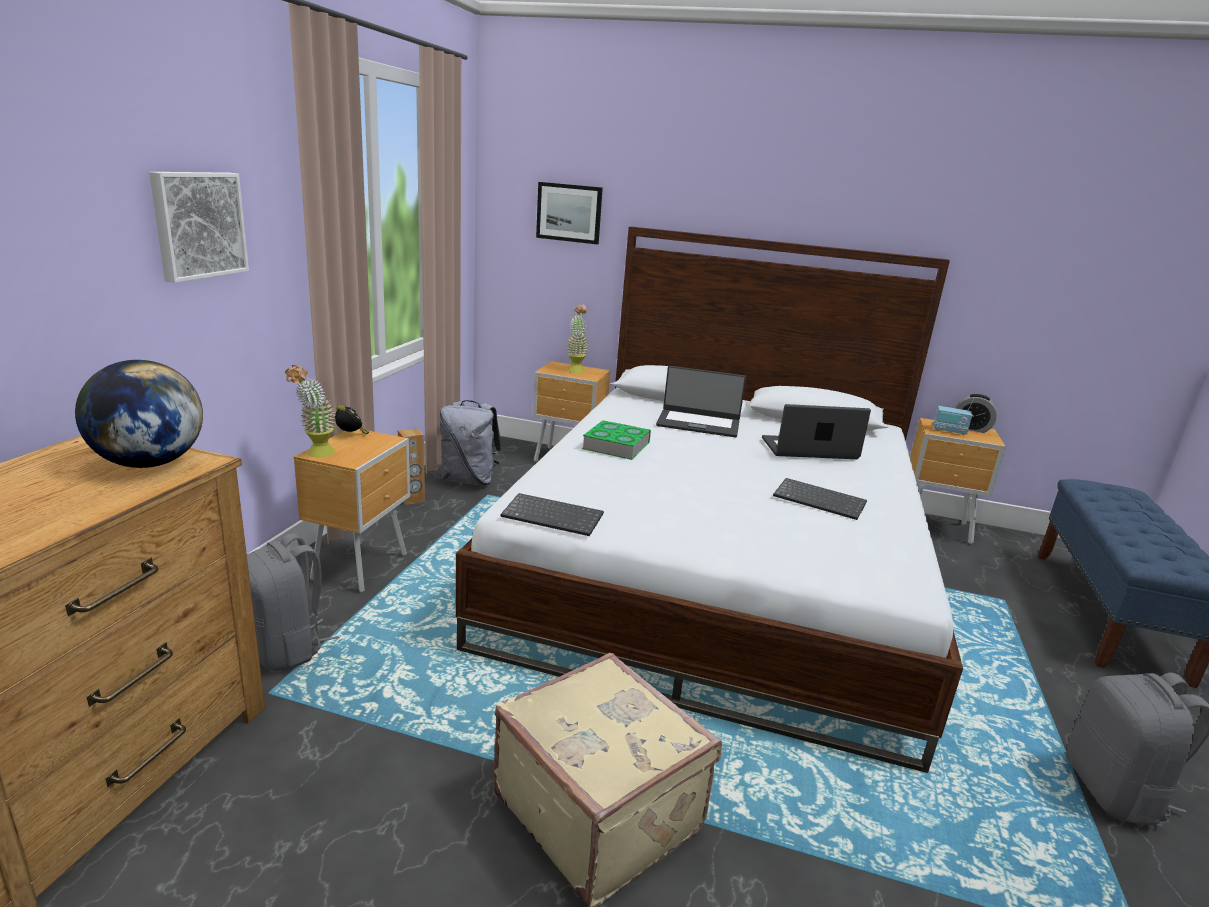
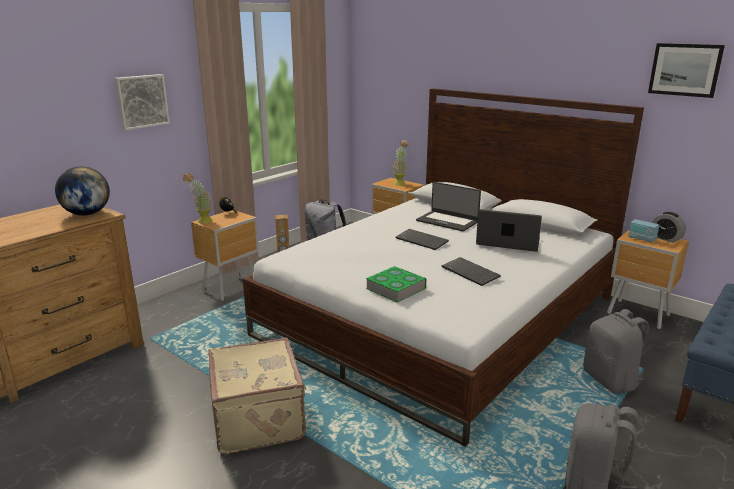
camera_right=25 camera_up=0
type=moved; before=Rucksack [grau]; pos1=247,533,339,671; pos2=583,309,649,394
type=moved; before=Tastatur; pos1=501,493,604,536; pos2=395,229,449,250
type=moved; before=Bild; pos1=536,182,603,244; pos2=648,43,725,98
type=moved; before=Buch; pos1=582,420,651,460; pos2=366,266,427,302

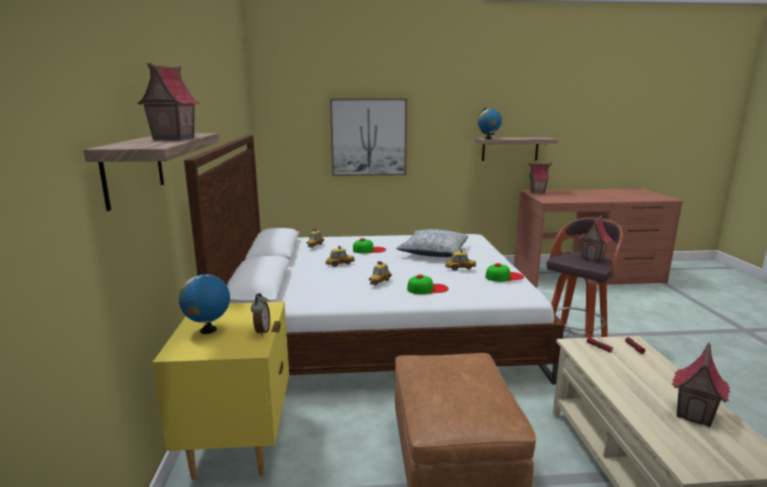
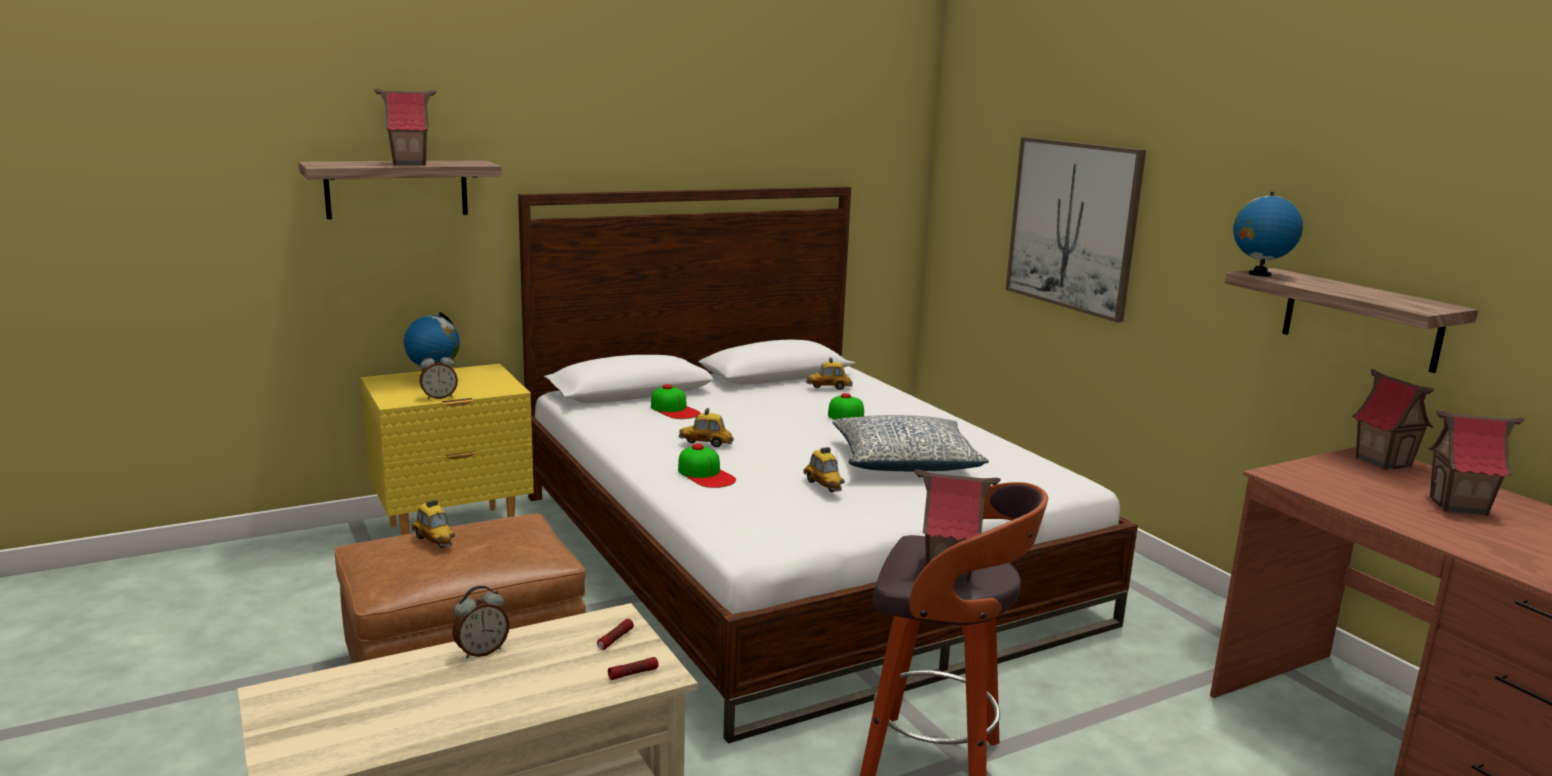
camera_right=65 camera_up=0
type=added; after=Wecker; pos2=452,586,510,659
type=moved; before=Spielzeugauto; pos1=325,246,355,267; pos2=411,499,455,548
type=moved; before=Kappe; pos1=485,263,524,282; pos2=651,384,700,419
type=moved; before=Spielzeughaus; pos1=672,342,731,427; pos2=1429,410,1524,516

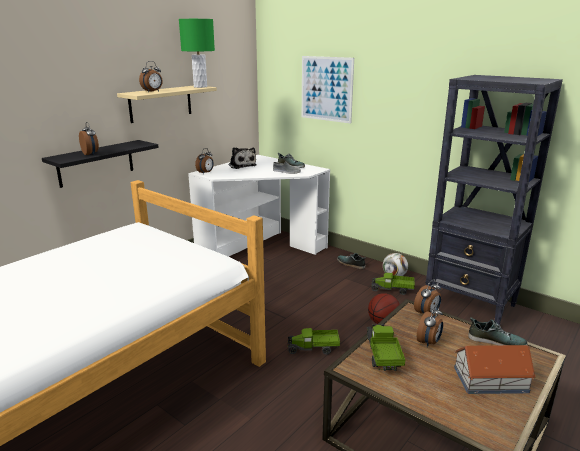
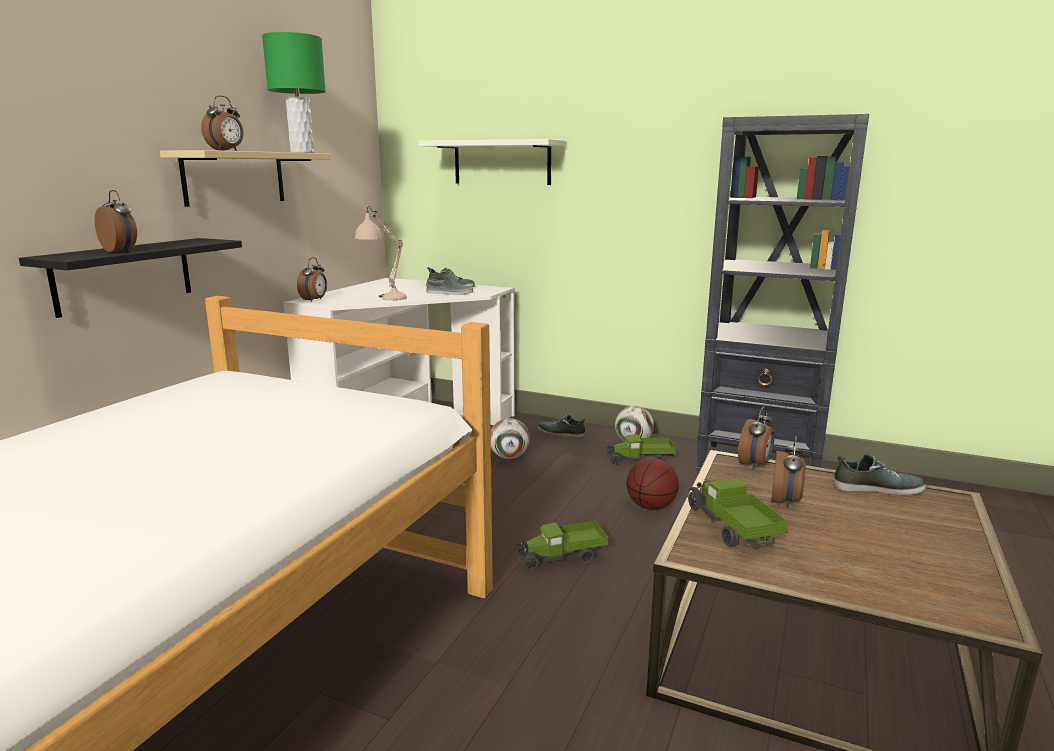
camera_right=-15 camera_up=-5
type=removed; before=Plüschtier; pos1=228,147,256,169
type=removed; before=Spielzeughaus; pos1=454,345,536,394
type=added; after=Tischlampe [beige]; pos2=355,206,407,301
type=added; after=Fußball; pos2=491,418,530,459
type=replaced; before=Bild; after=Wandregal [weiß]; pos1=302,56,354,124; pos2=419,139,566,185

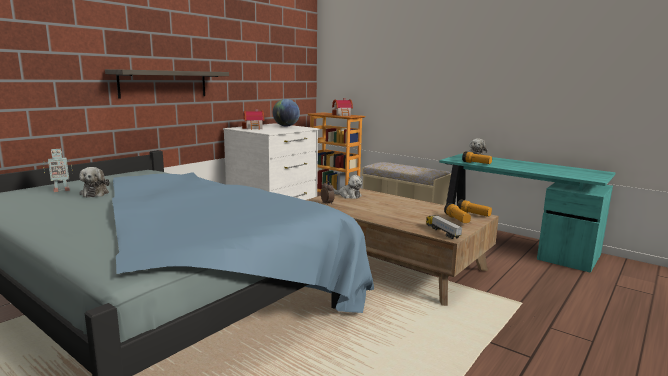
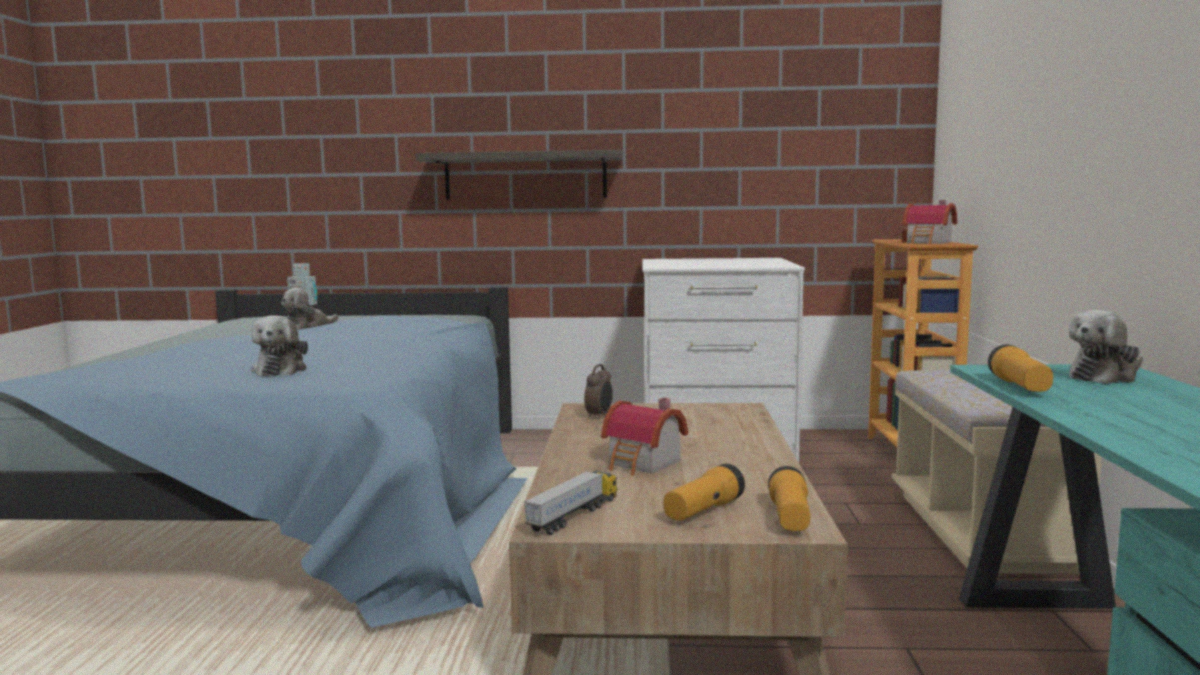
camera_right=55 camera_up=-5
type=removed; before=Globus; pos1=273,99,300,126
type=moved; before=Spielzeughaus; pos1=242,109,265,130; pos2=601,398,688,476
type=moved; before=Plüschtier; pos1=333,175,362,199; pos2=251,316,308,376

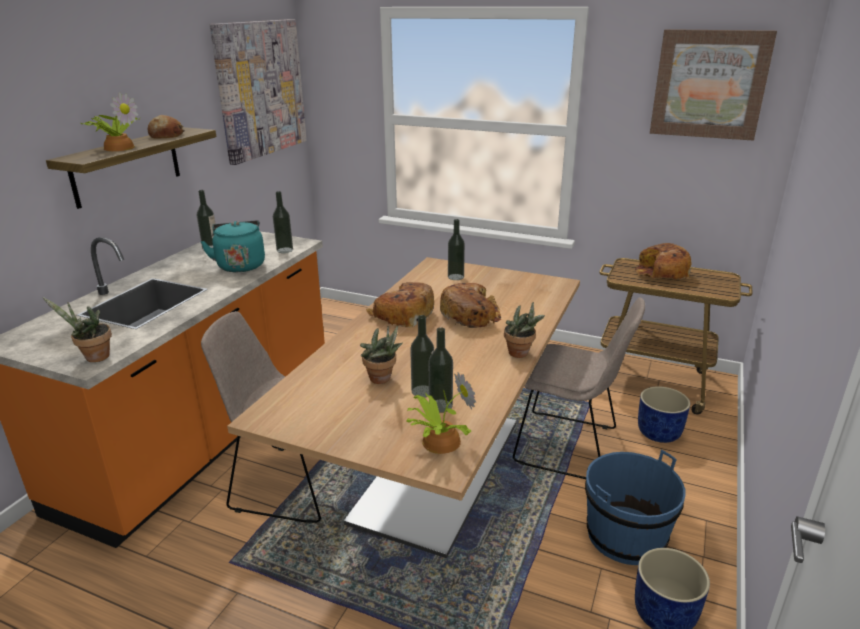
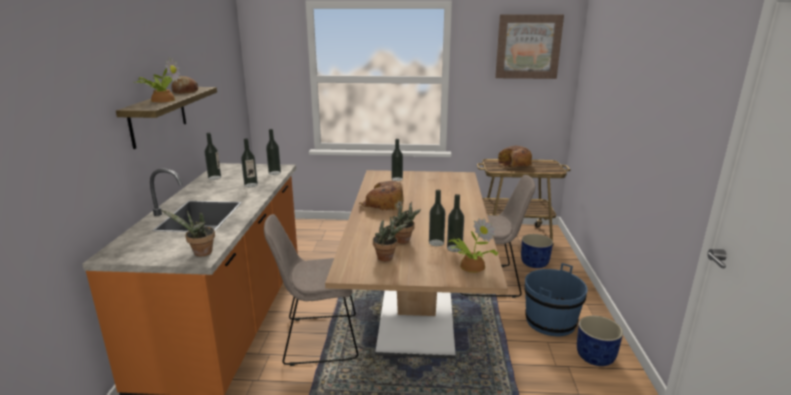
camera_right=-20 camera_up=-5
type=removed; before=Bild; pos1=210,19,307,165
type=removed; before=Brot; pos1=440,283,501,328
type=moved; before=Topfpflanze; pos1=504,302,545,358; pos2=373,217,407,261
type=replaced; before=Wasserkessel [türkis]; after=Flasche; pos1=200,220,265,272; pos2=241,138,258,187

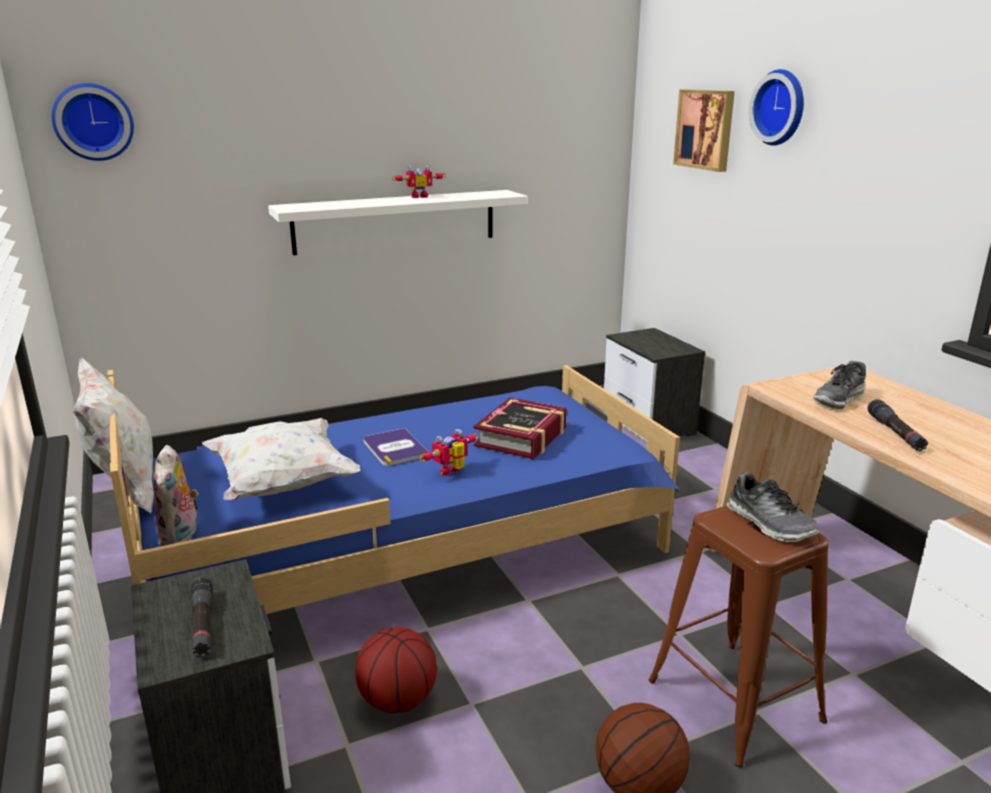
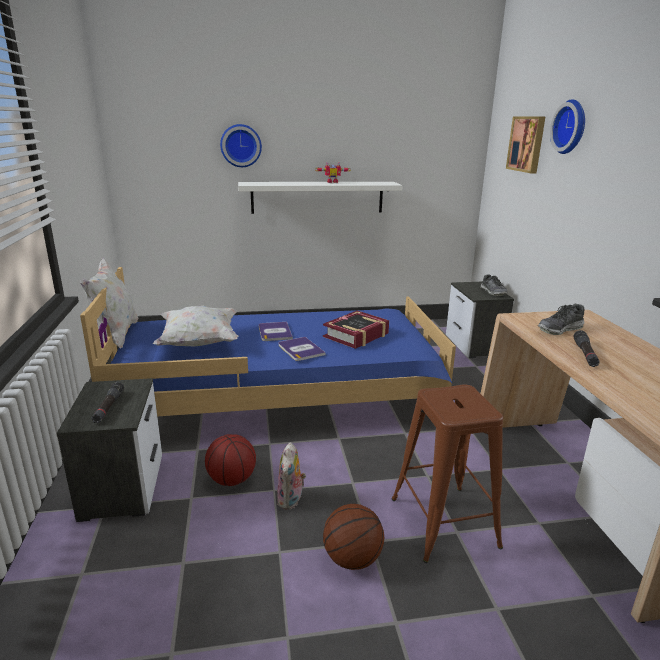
camera_right=15 camera_up=0
type=moved; before=Wanduhr; pos1=52,83,134,161; pos2=220,124,262,167
type=moved; before=Plüschtier; pos1=153,445,199,546; pos2=277,442,306,510
type=moved; before=Schuh; pos1=727,472,819,542; pos2=480,274,507,296
type=replaced; before=Spielzeugroboter; after=Buch; pos1=420,429,478,476; pos2=279,337,326,361

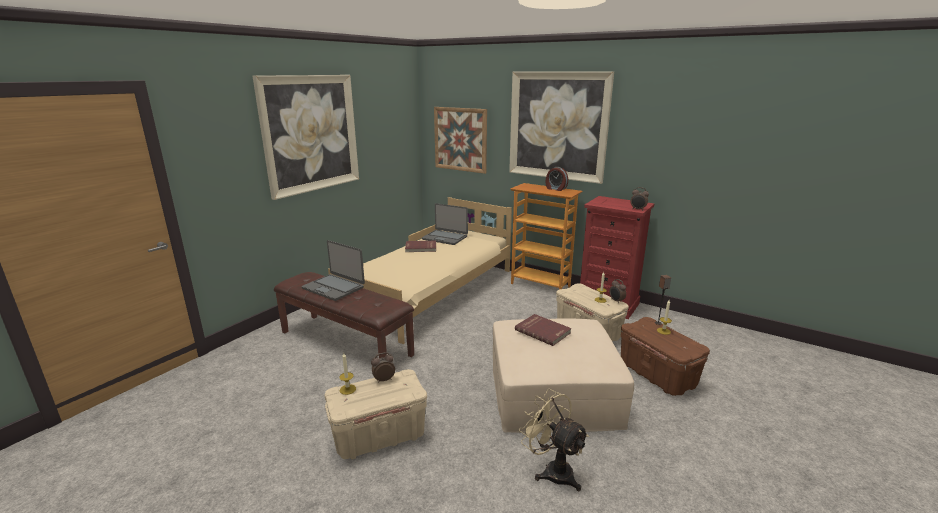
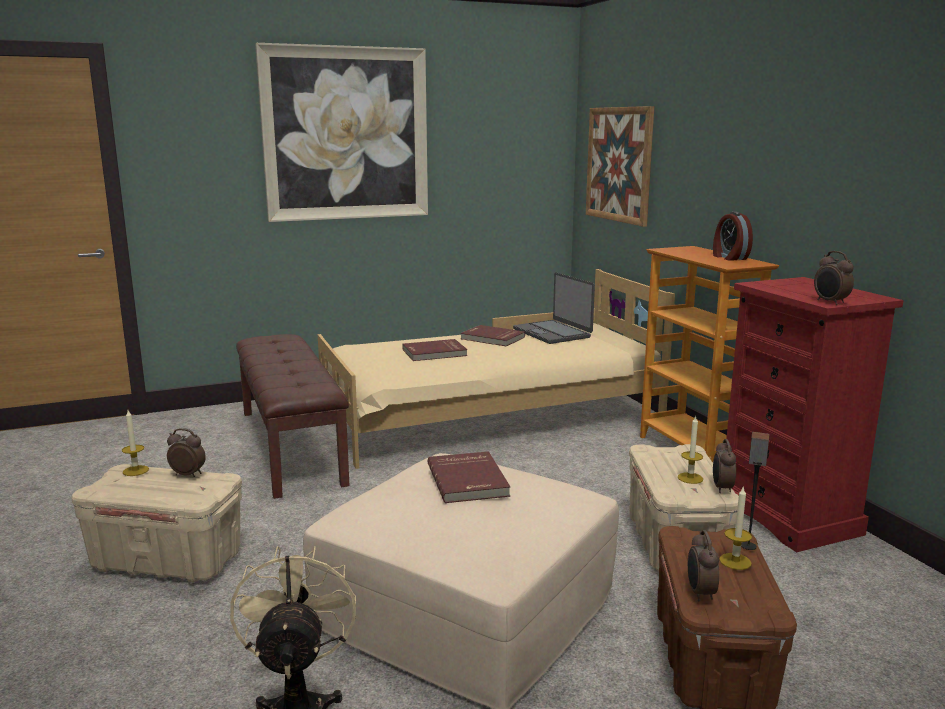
camera_right=35 camera_up=-5
type=removed; before=Laptop; pos1=302,240,365,301
type=removed; before=Bild; pos1=509,72,614,184
type=added; after=Buch [rot]; pos2=402,339,468,361
type=added; after=Wecker; pos2=688,530,719,601

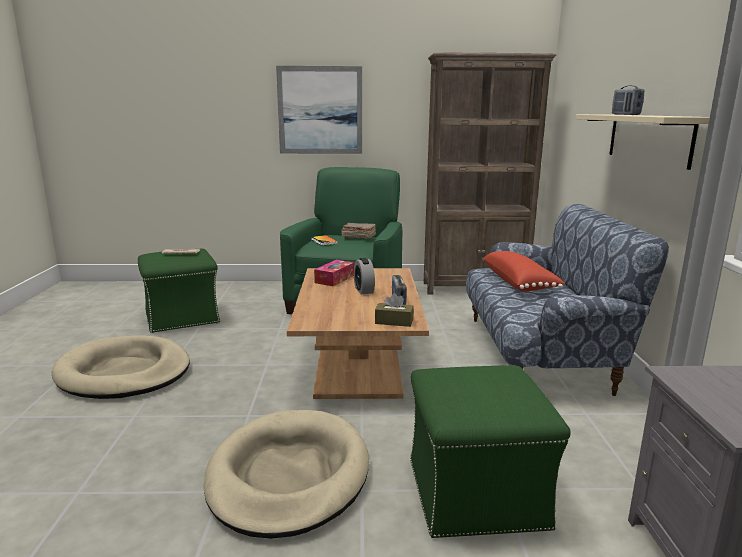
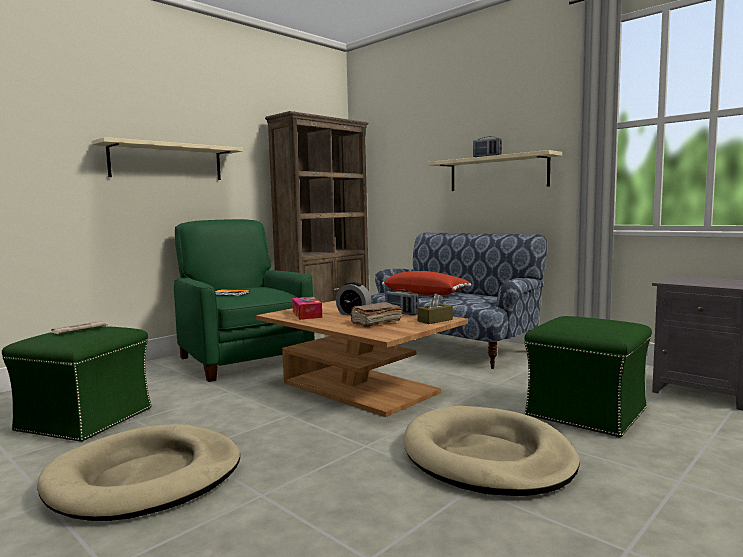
camera_right=-45 camera_up=-10
type=moved; before=Buch [braun]; pos1=341,223,376,239; pos2=350,302,402,327
type=replaced; before=Bild; after=Wandregal [beige]; pos1=276,66,362,154; pos2=92,137,243,180

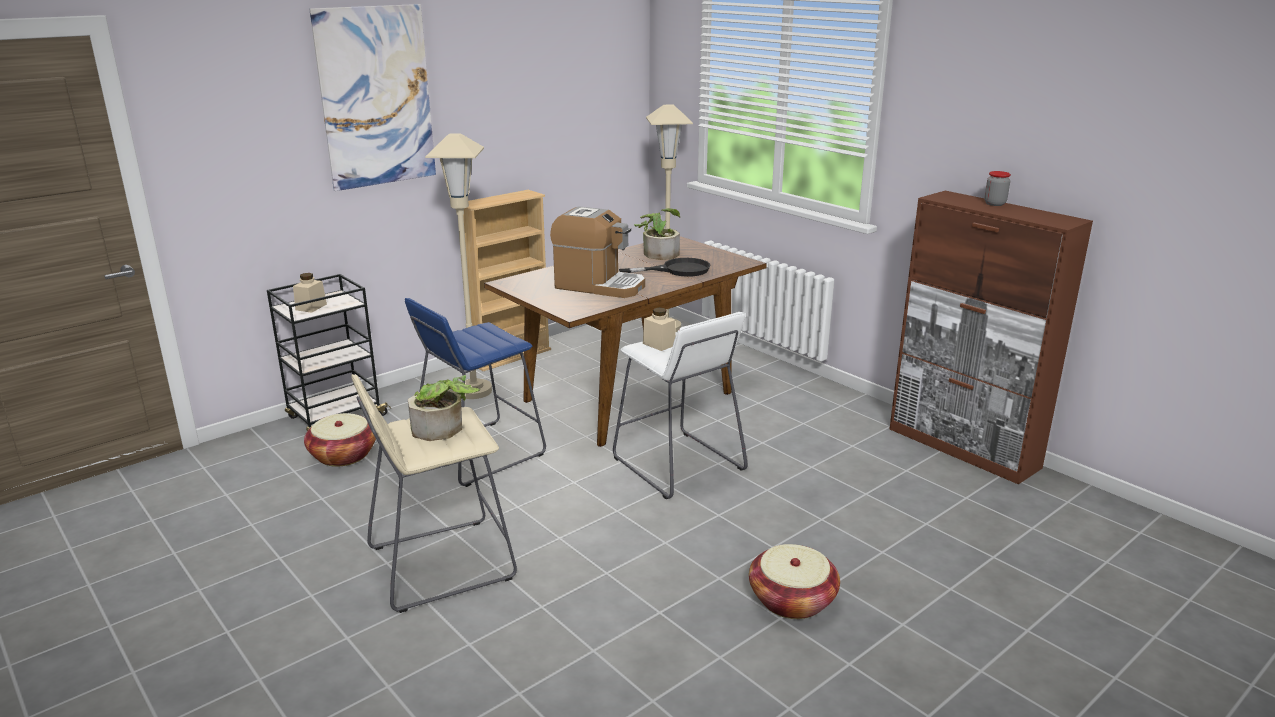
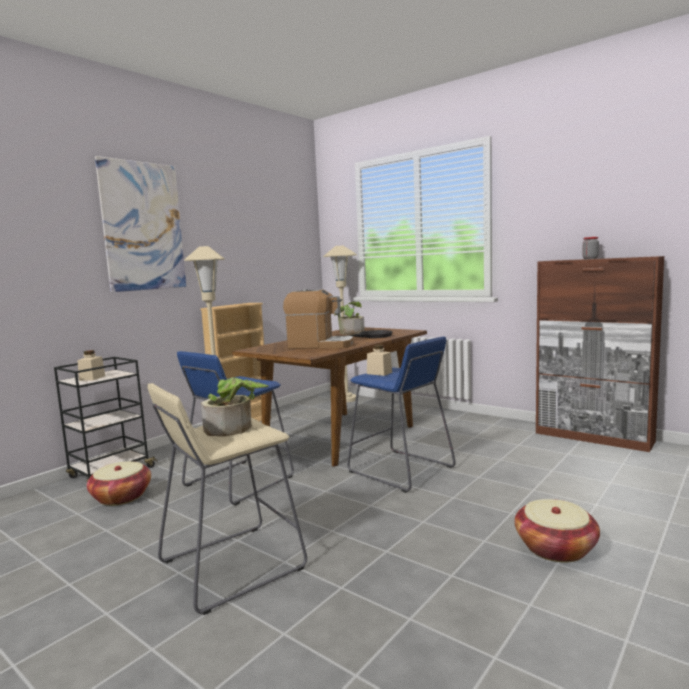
camera_right=-10 camera_up=-15
type=recoloured; before=Hocker [weiß]; after=Hocker [blau]; pos1=613,312,748,499; pos2=347,337,456,493

